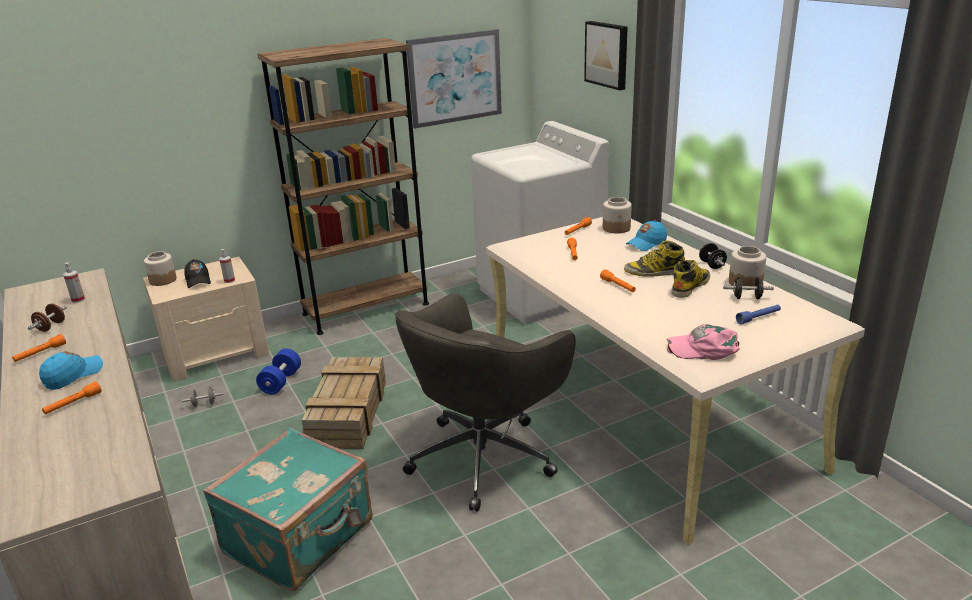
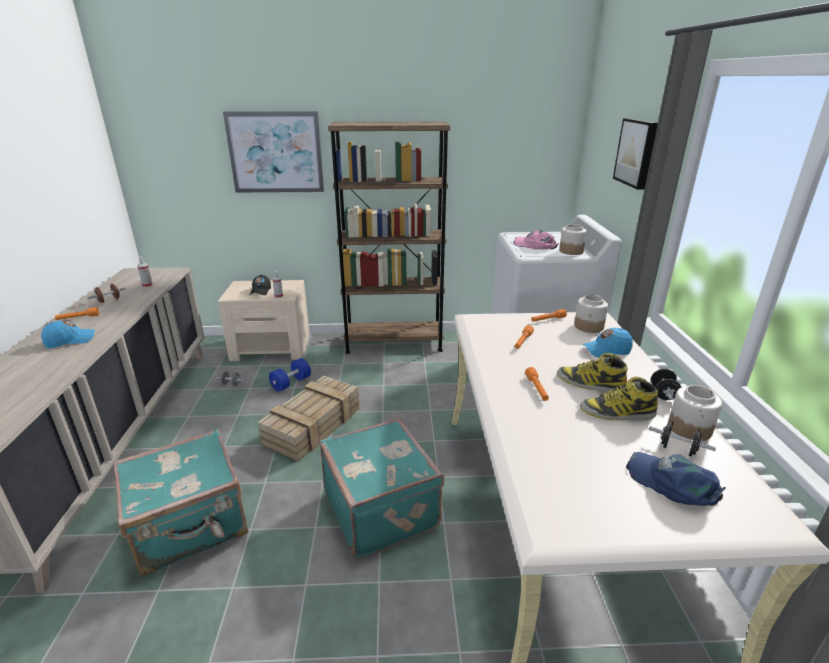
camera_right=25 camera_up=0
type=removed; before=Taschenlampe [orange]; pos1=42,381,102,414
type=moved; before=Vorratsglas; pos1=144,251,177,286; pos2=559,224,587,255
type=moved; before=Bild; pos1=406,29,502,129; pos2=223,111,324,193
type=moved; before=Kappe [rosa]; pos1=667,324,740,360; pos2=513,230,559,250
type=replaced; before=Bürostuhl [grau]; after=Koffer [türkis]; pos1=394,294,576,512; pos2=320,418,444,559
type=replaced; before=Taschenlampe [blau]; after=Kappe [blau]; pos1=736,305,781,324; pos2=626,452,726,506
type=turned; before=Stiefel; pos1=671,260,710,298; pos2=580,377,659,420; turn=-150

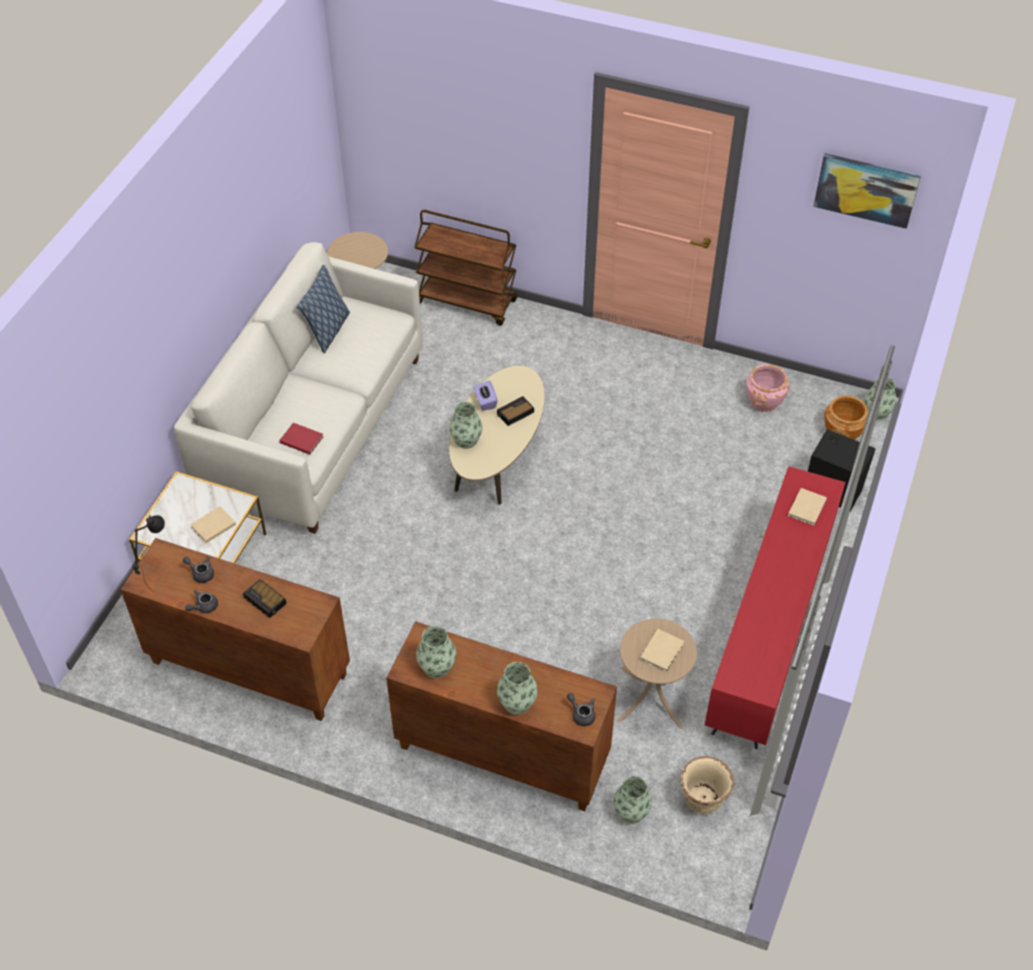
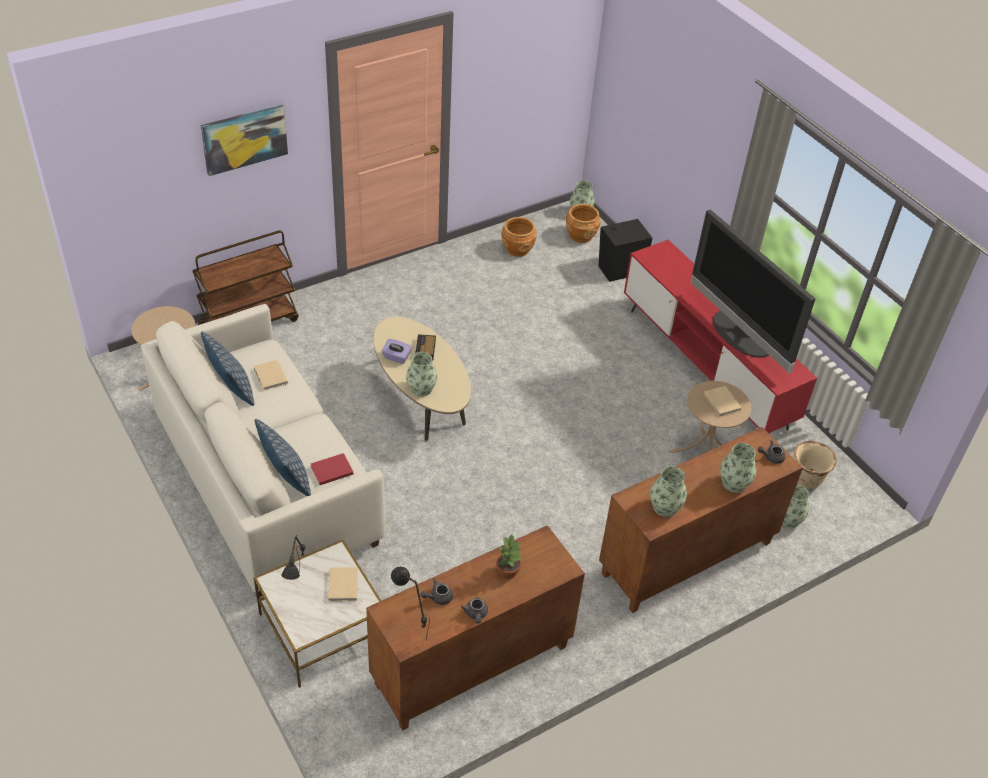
camera_right=-55 camera_up=-5
type=added; after=Kissen; pos2=255,419,311,496
type=added; after=Tischlampe [schwarz]; pos2=282,535,305,580
type=added; after=Fernseher; pos2=691,209,816,374
type=moved; before=Buch [beige]; pos1=788,488,827,526; pos2=254,360,288,390
type=moved; before=Bild; pos1=813,153,921,229; pos2=200,104,288,176
type=replaced; before=Wecker; after=Topfpflanze; pos1=243,579,287,618; pos2=496,535,522,579
type=recoloured; before=Pflanzkübel [rosa]; after=Pflanzkübel [braun]; pos1=746,364,789,412; pos2=501,217,537,257

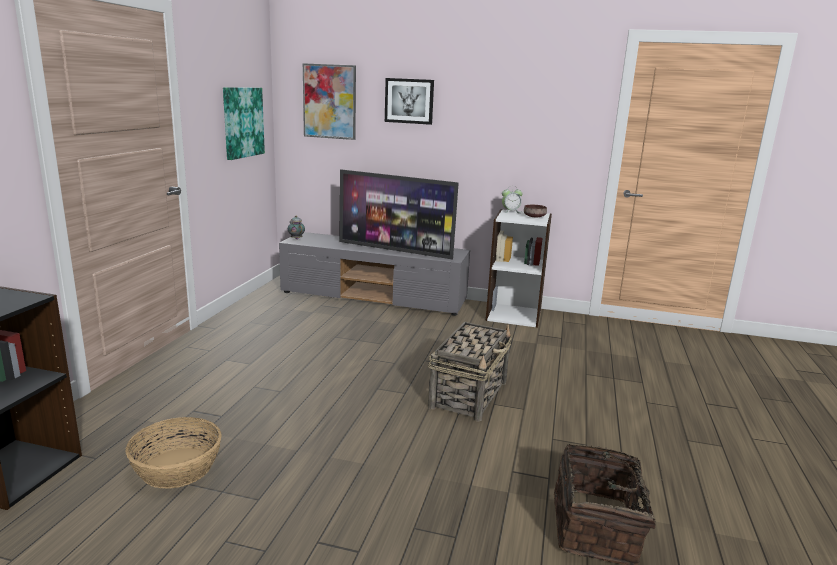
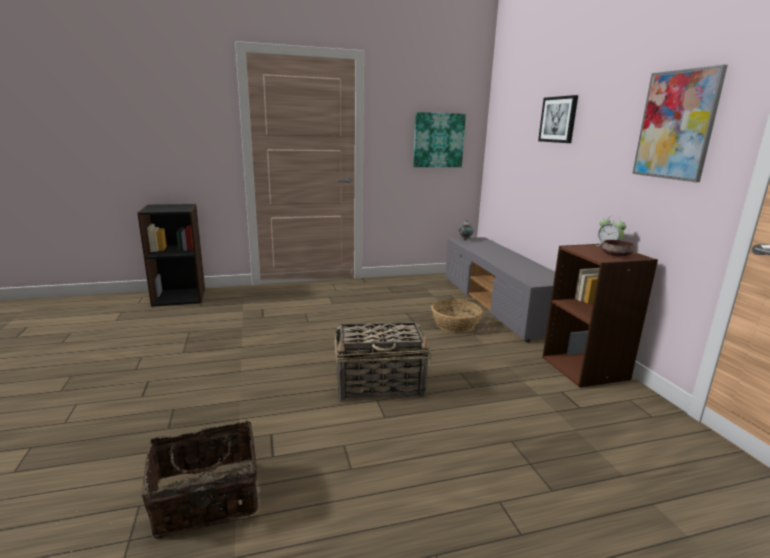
camera_right=60 camera_up=0
type=removed; before=Fernseher; pos1=339,169,459,260
type=moved; before=Korb; pos1=125,417,222,489; pos2=431,299,482,333
type=moved; before=Bild; pos1=303,63,356,140; pos2=632,65,728,182
type=recoloured; before=Bücherregal [weiß]; after=Bücherregal [braun]; pos1=486,209,552,328; pos2=542,244,658,388

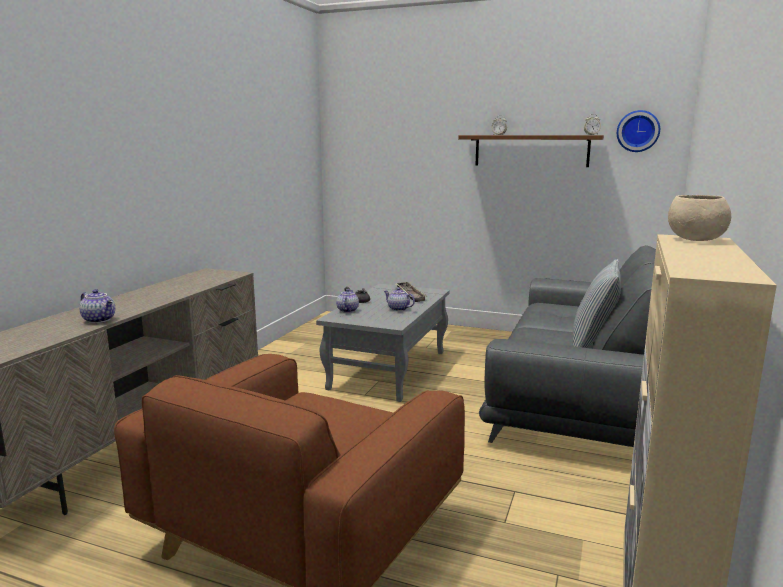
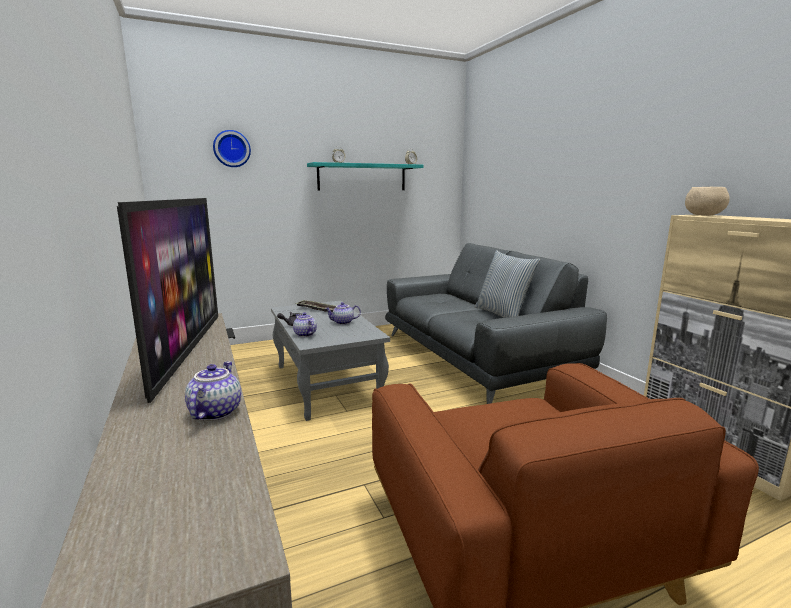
camera_right=-45 camera_up=0
type=added; after=Fernseher; pos2=117,198,218,403
type=moved; before=Wanduhr; pos1=617,110,660,152; pos2=213,130,251,167
type=recoloured; before=Wandregal [braun]; after=Wandregal [türkis]; pos1=458,135,604,167; pos2=307,162,423,190
type=turned; before=Teekanne; pos1=79,289,115,323; pos2=185,361,241,421; turn=-75

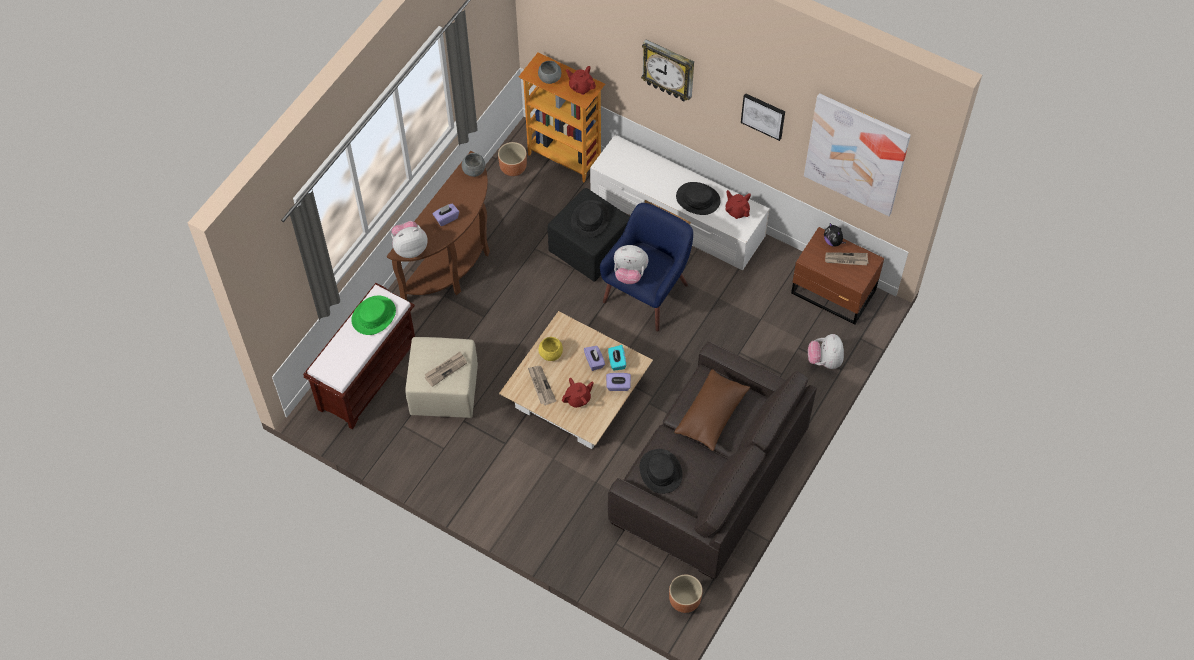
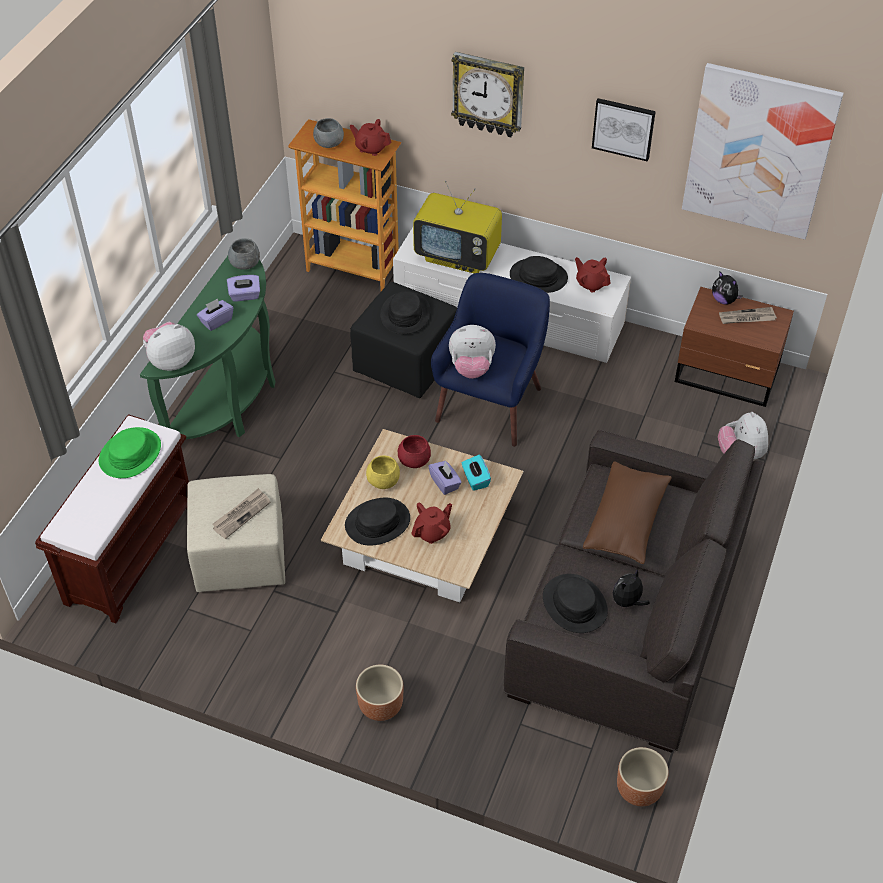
camera_right=-10 camera_up=-10
type=added; after=Schüssel [rot]; pos2=398,435,431,468
type=added; after=Fernseher; pos2=413,181,502,273
type=added; after=Plüschtier; pos2=613,569,650,611
type=moved; before=Pflanzkübel [braun]; pos1=498,142,527,176; pos2=356,665,404,721
type=moved; before=Taschentuchbox [lila]; pos1=606,373,631,391; pos2=227,275,260,302
type=replaced; before=Zeitung; after=Hut [schwarz]; pos1=528,366,556,405; pos2=345,498,410,546
type=recoloured; before=Konsolentisch [braun]; after=Konsolentisch [grün]; pos1=387,151,490,300; pos2=140,256,276,439

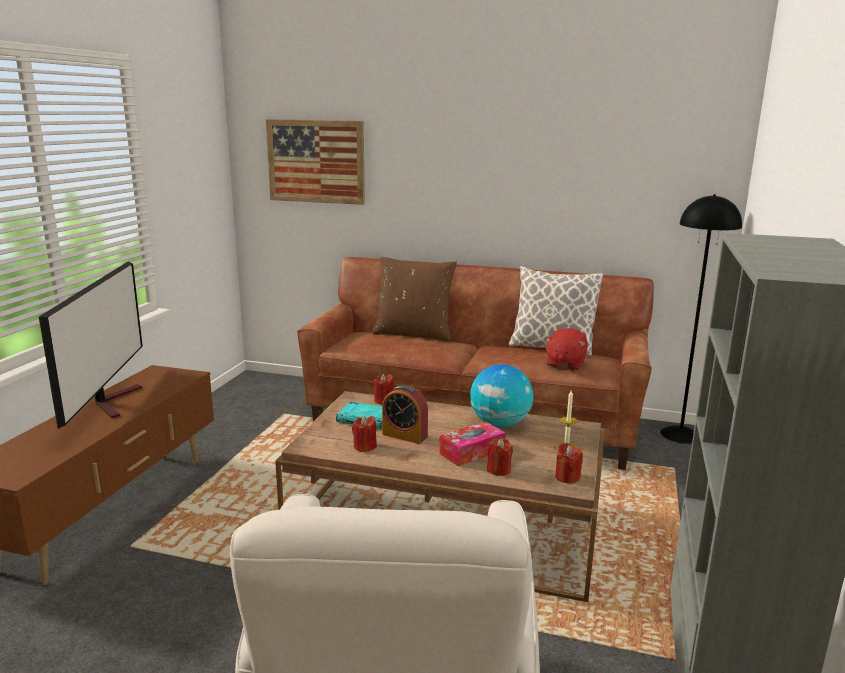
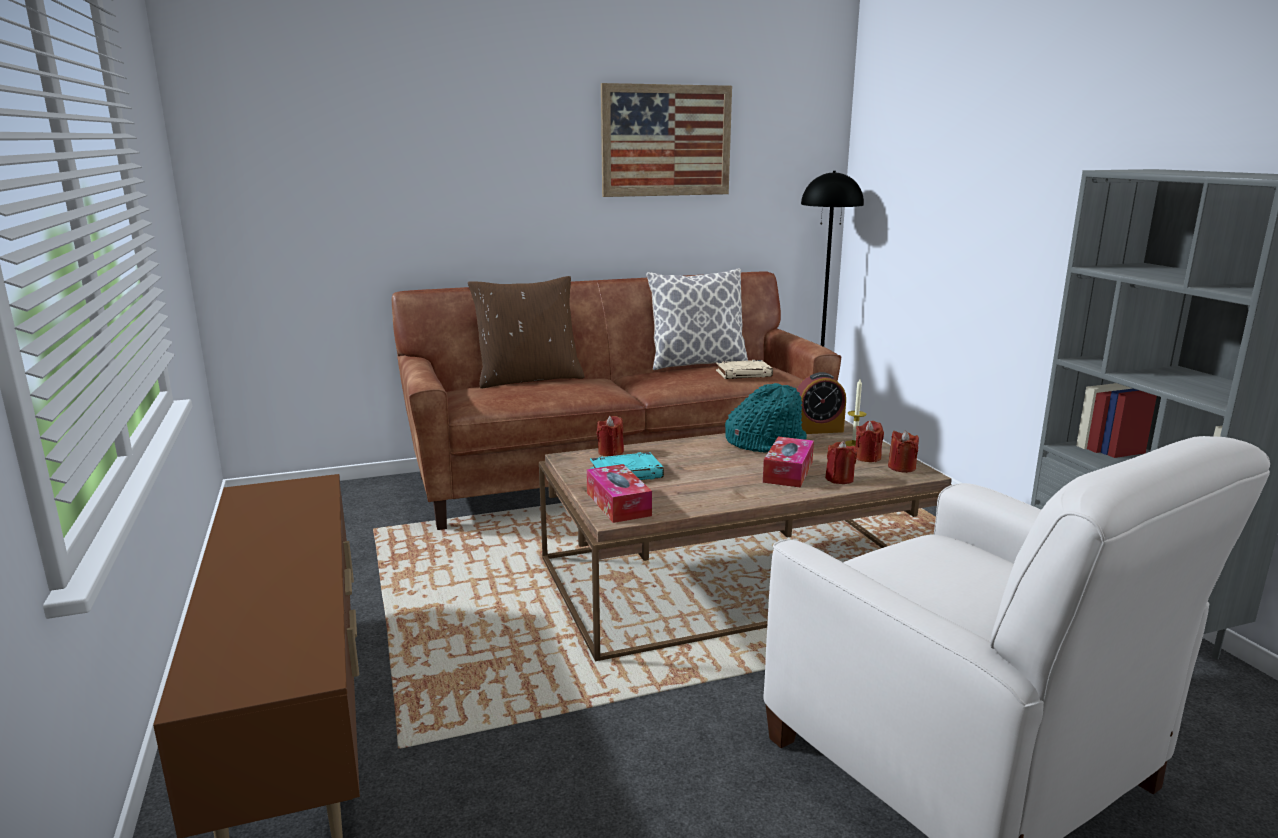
camera_right=-35 camera_up=0
type=removed; before=Fernseher; pos1=39,261,143,429
type=added; after=Taschentuchbox; pos2=586,464,652,523
type=moved; before=Bild; pos1=266,119,365,205; pos2=601,83,732,197
type=moved; before=Kerze [rot]; pos1=352,416,377,452; pos2=856,421,884,462
type=moved; before=Wecker; pos1=382,385,428,444; pos2=797,372,846,434
type=replaced; before=Globus; after=Hut [türkis]; pos1=470,364,533,427; pos2=725,383,807,453
type=replaced; before=Plüschtier [rot]; after=Buch [beige]; pos1=544,328,588,371; pos2=716,360,773,379

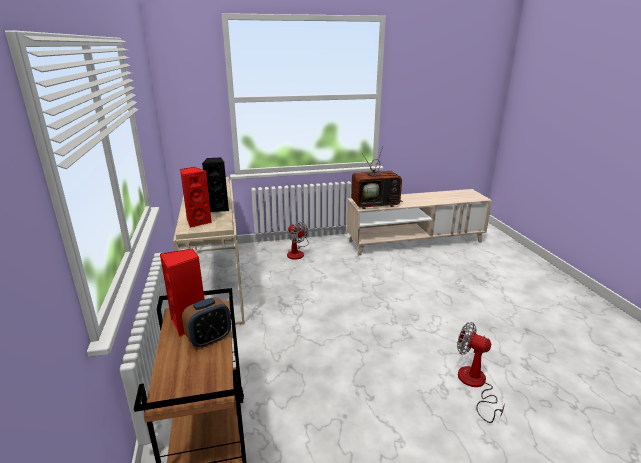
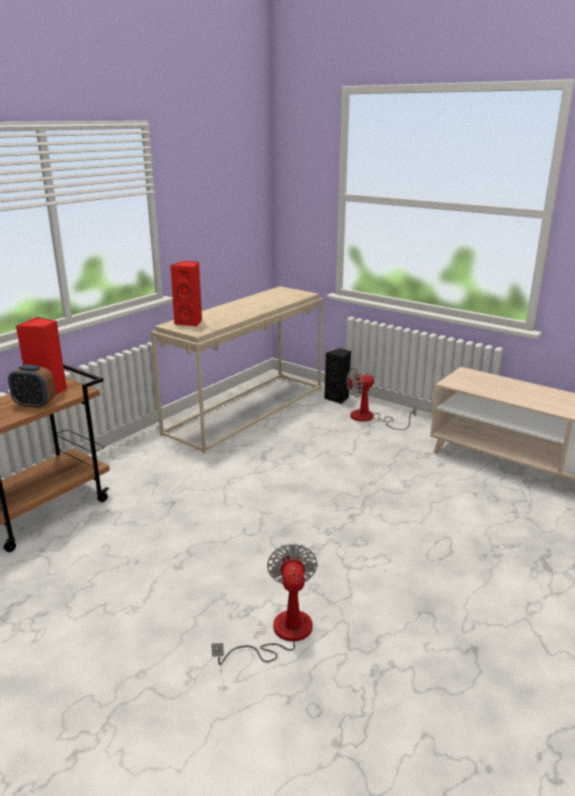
camera_right=50 camera_up=0
type=removed; before=Fernseher; pos1=351,147,402,209
type=moved; before=Lautsprecher [schwarz]; pos1=202,157,229,212; pos2=324,348,351,404
type=turned; before=Ventilator; pos1=287,222,309,260; pos2=346,368,417,430; turn=60

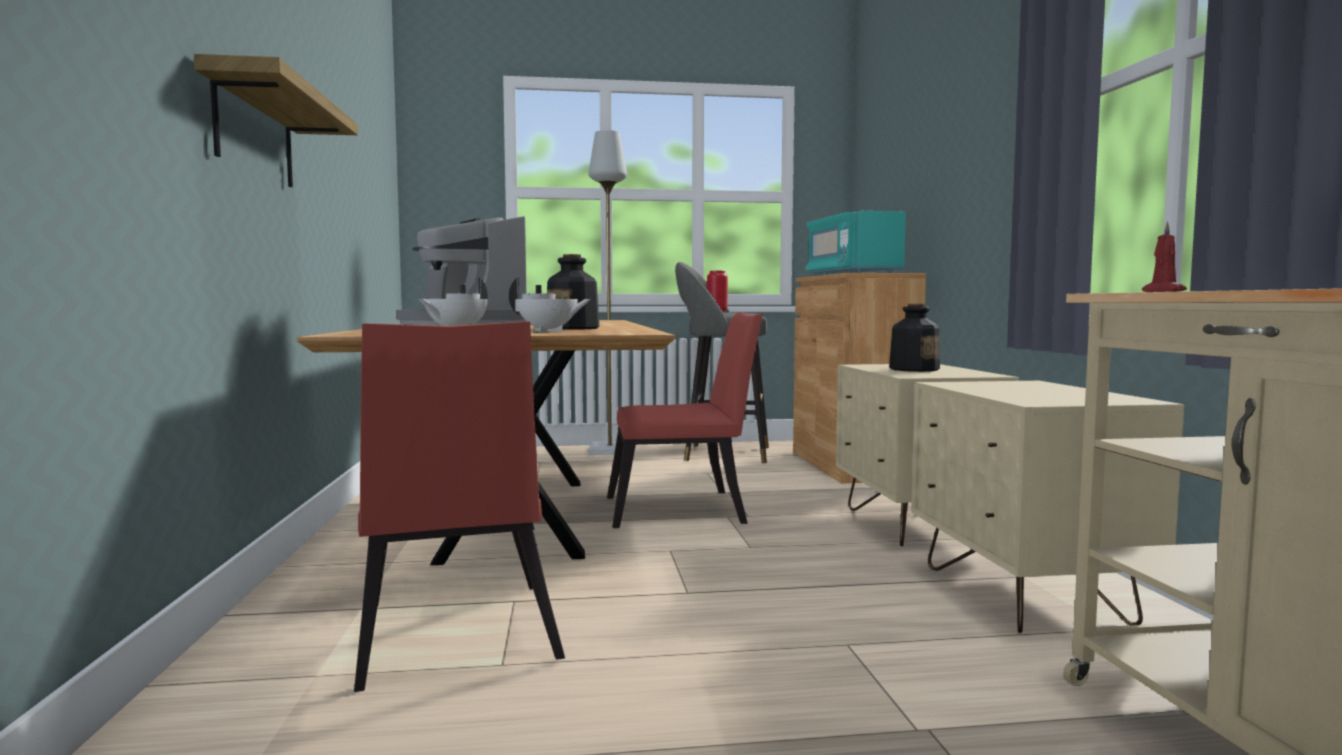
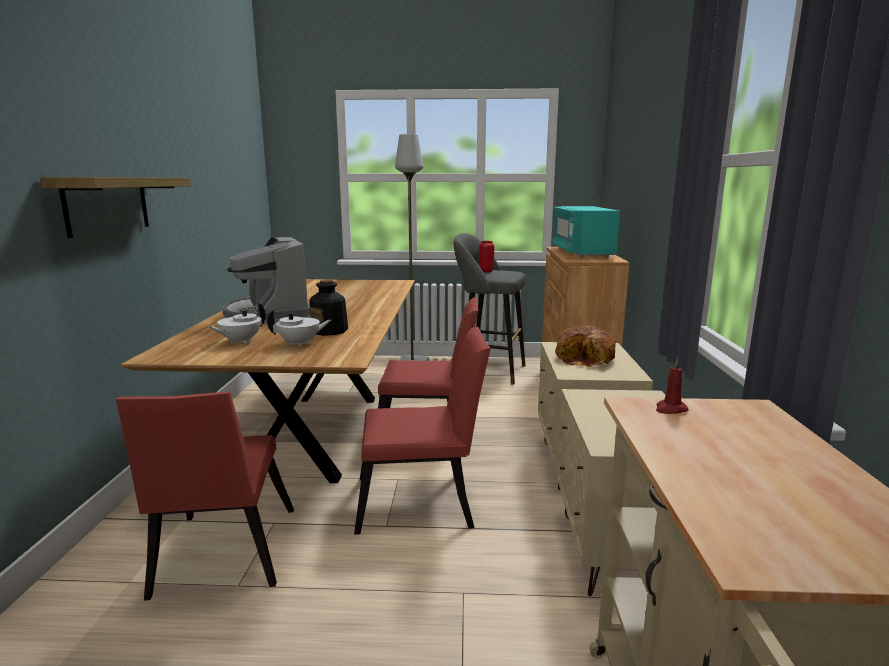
camera_right=10 camera_up=10
type=added; after=Stuhl [rot]; pos2=354,327,491,535
type=replaced; before=Flasche; after=Brot; pos1=889,304,940,372; pos2=555,326,615,367
type=turned; before=Teekanne [weiß]; pos1=509,277,591,332; pos2=267,309,331,347; turn=-45

